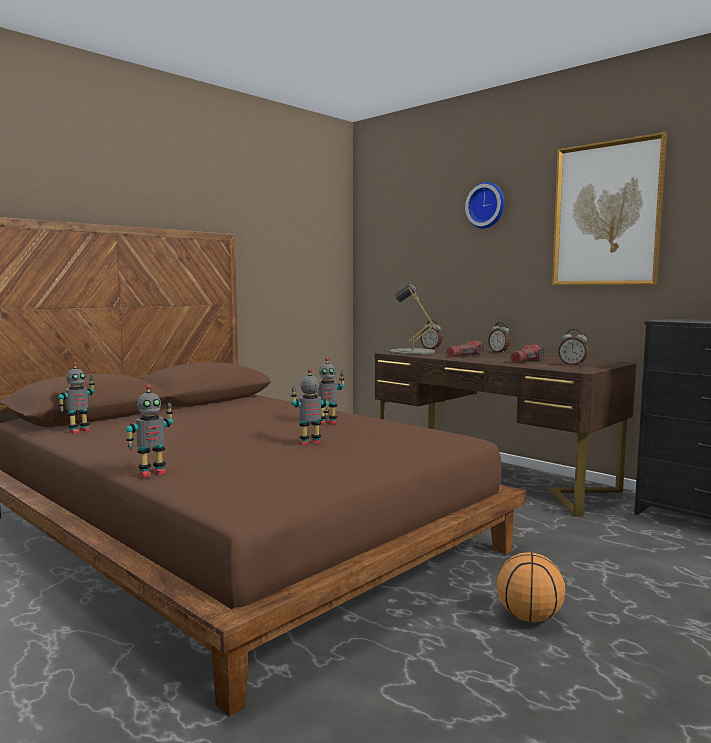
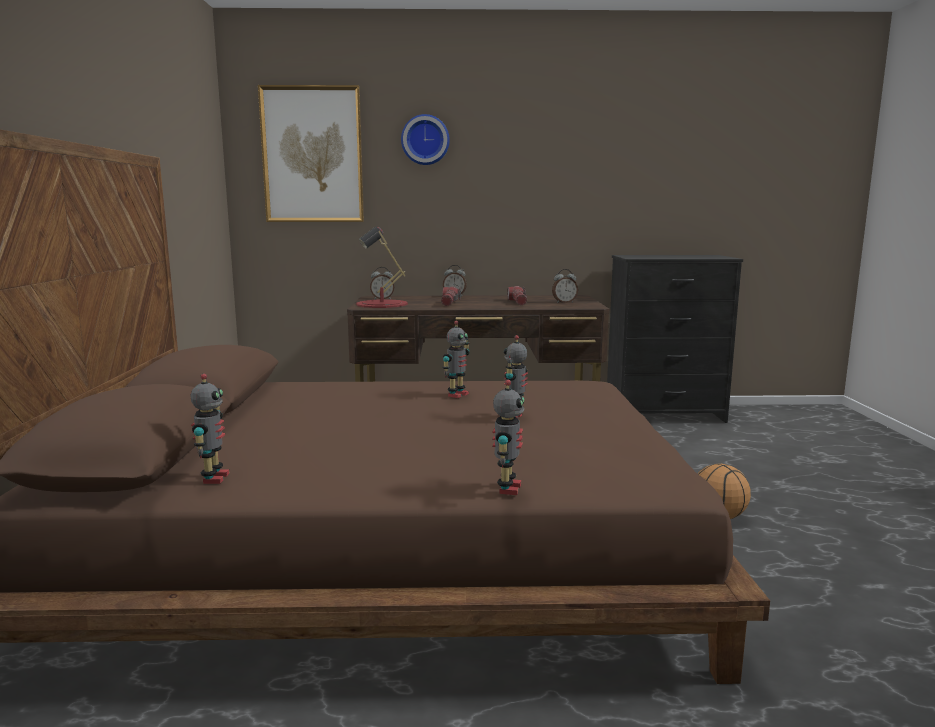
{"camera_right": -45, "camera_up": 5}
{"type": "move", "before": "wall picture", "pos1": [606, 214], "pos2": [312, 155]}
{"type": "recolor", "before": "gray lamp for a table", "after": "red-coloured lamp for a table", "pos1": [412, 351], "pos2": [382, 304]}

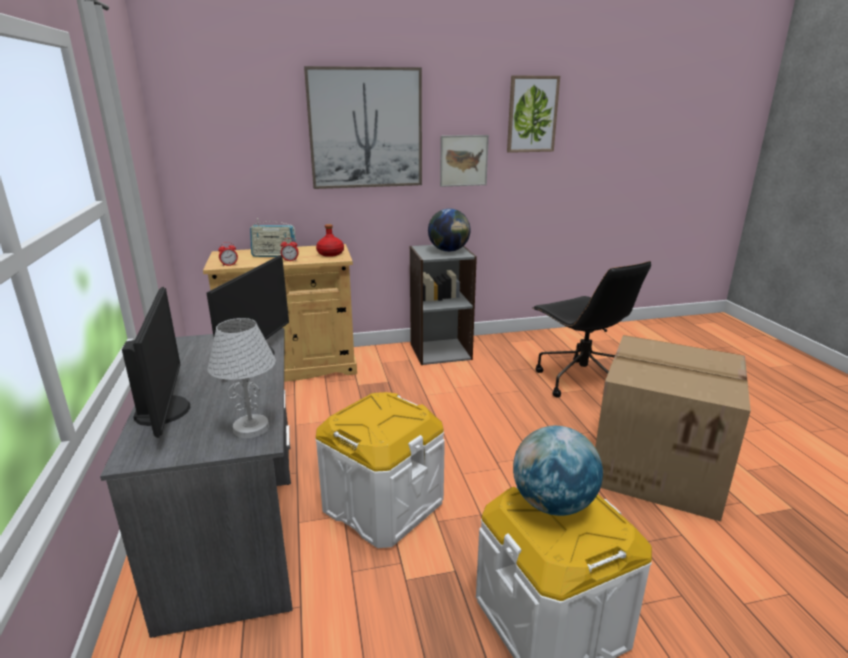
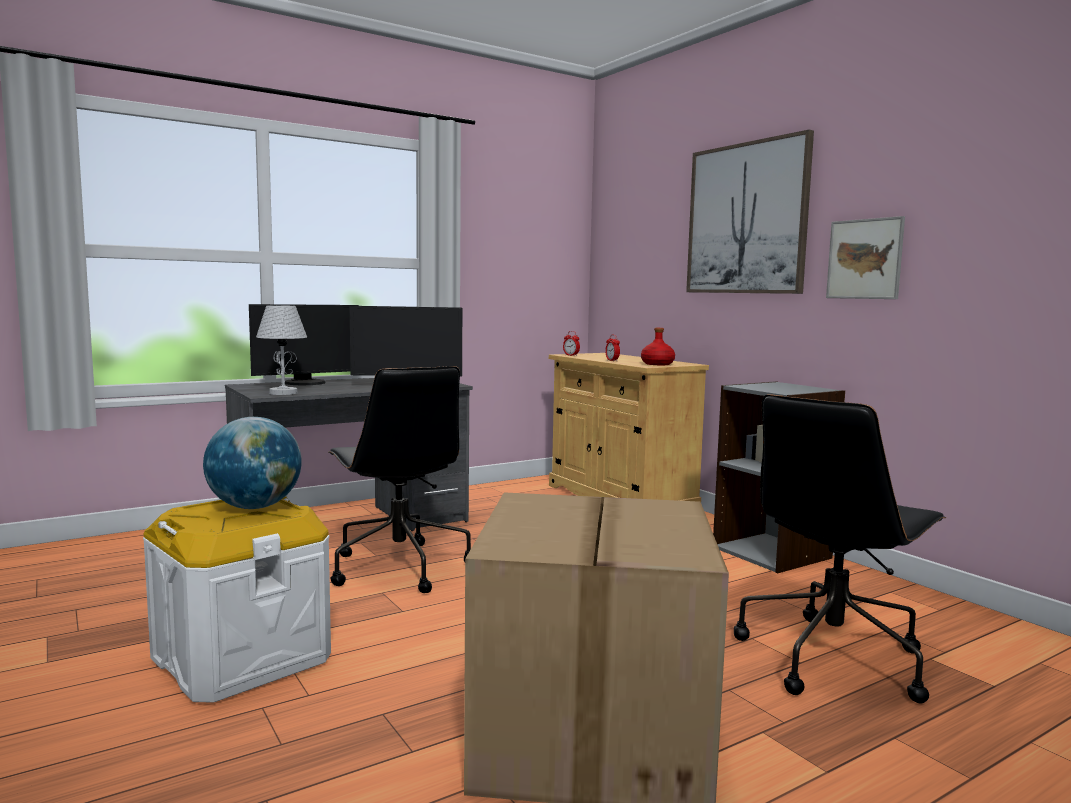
{"camera_right": 70, "camera_up": -15}
{"type": "replace", "before": "white-coloured storage bin", "after": "black office chair", "pos1": [383, 505], "pos2": [398, 567]}
{"type": "delete", "before": "radio receiver", "pos1": [275, 255]}
{"type": "delete", "before": "desk globe", "pos1": [449, 250]}
{"type": "delete", "before": "wall picture", "pos1": [532, 114]}

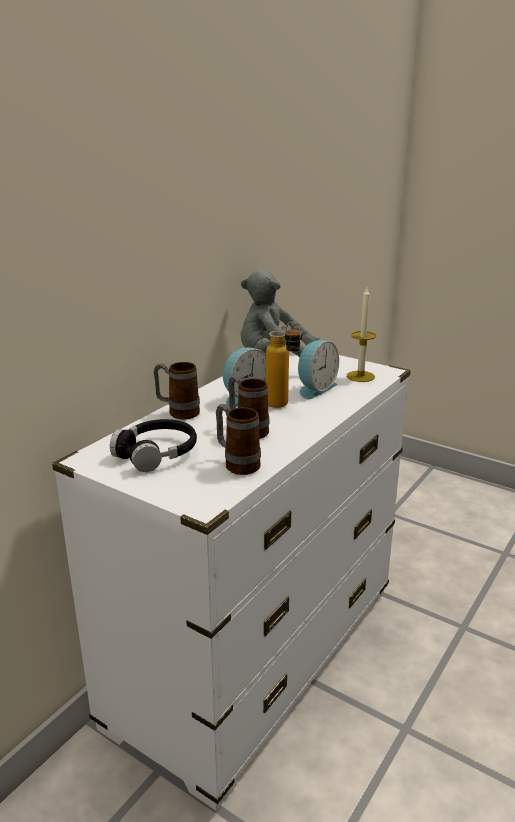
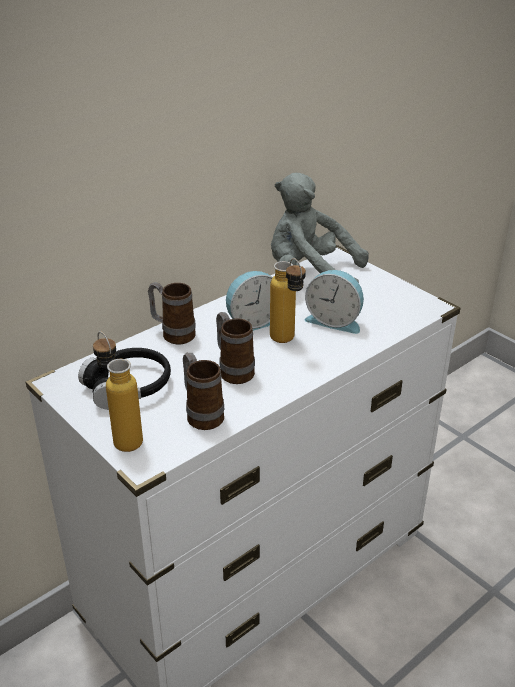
{"camera_right": 15, "camera_up": 10}
{"type": "insert", "after": "drink bottle", "pos2": [122, 436]}
{"type": "rotate", "before": "bedside clock", "pos1": [315, 388], "pos2": [334, 321], "turn": 60}
{"type": "delete", "before": "wax candle", "pos1": [360, 376]}

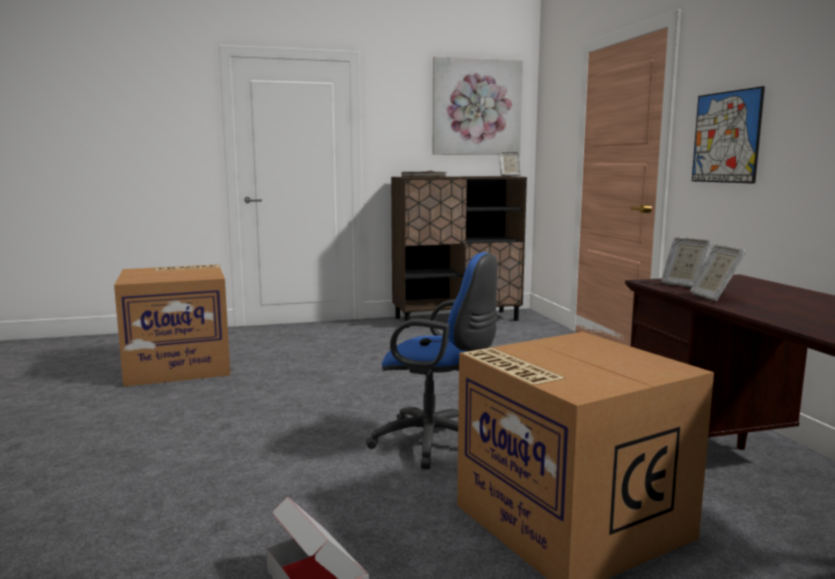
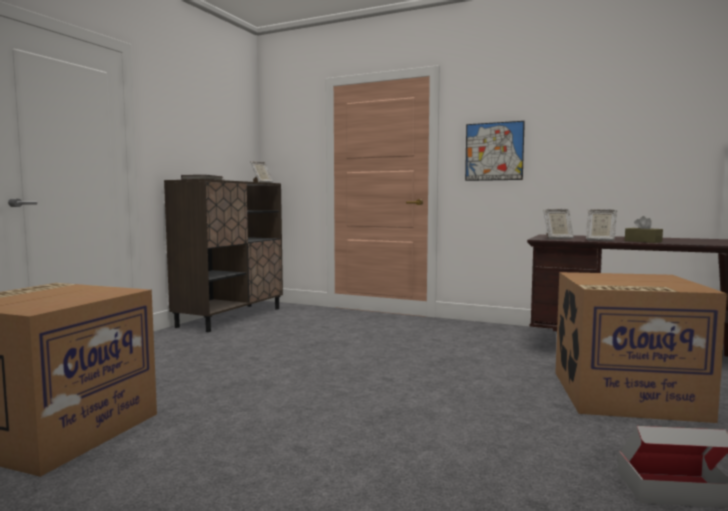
{"camera_right": -50, "camera_up": -5}
{"type": "insert", "after": "brown tissue holder", "pos2": [643, 241]}
{"type": "delete", "before": "bluish office chair", "pos1": [437, 443]}
{"type": "delete", "before": "wall picture", "pos1": [476, 107]}

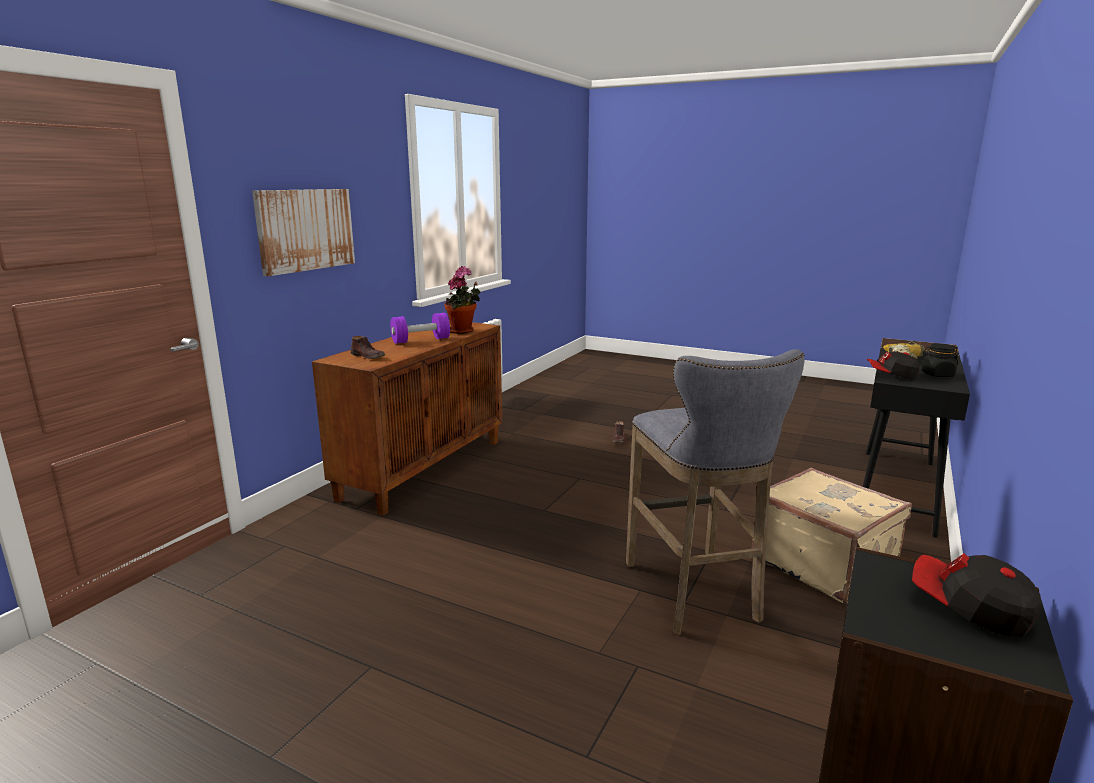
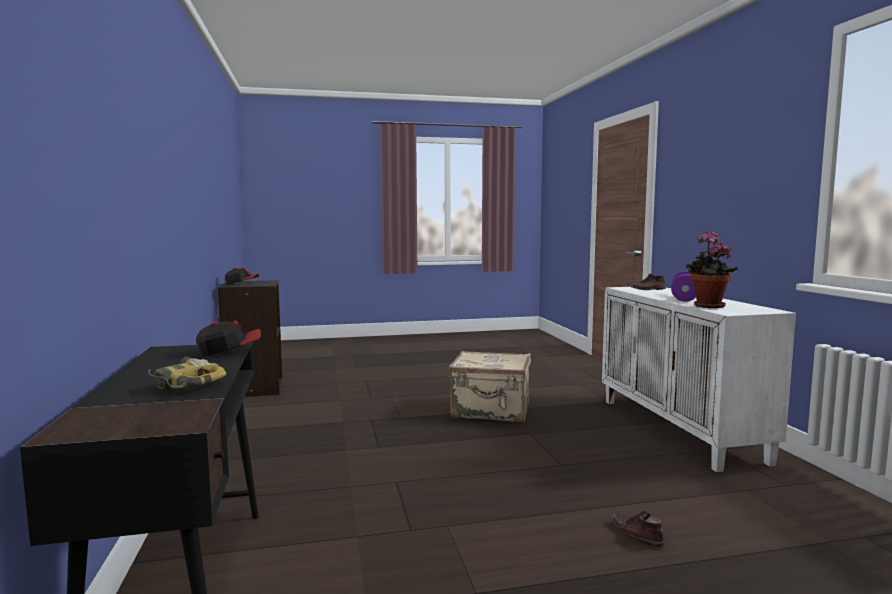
{"camera_right": 140, "camera_up": -10}
{"type": "move", "before": "beige piece of luggage", "pos1": [823, 564], "pos2": [491, 411]}
{"type": "recolor", "before": "brown cupboard", "after": "white-coloured cupboard", "pos1": [423, 468], "pos2": [680, 429]}
{"type": "delete", "before": "wall picture", "pos1": [305, 230]}
{"type": "delete", "before": "gray stool seat", "pos1": [695, 595]}
{"type": "delete", "before": "black storage jar", "pos1": [937, 374]}

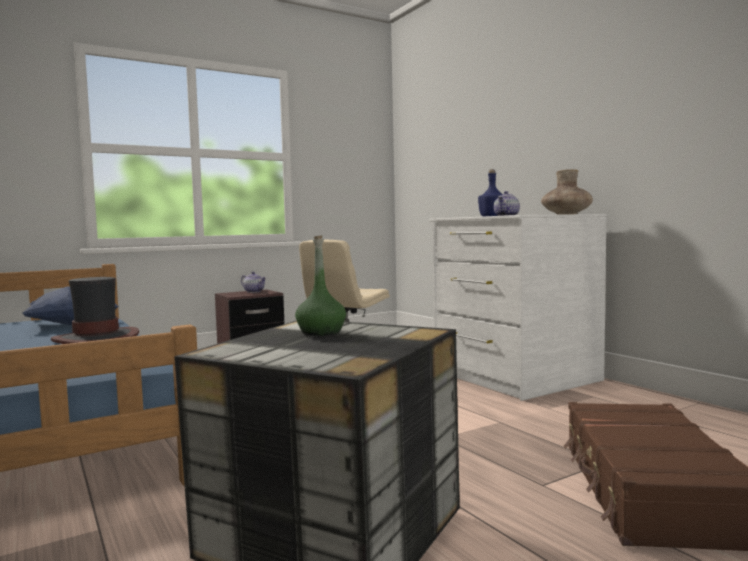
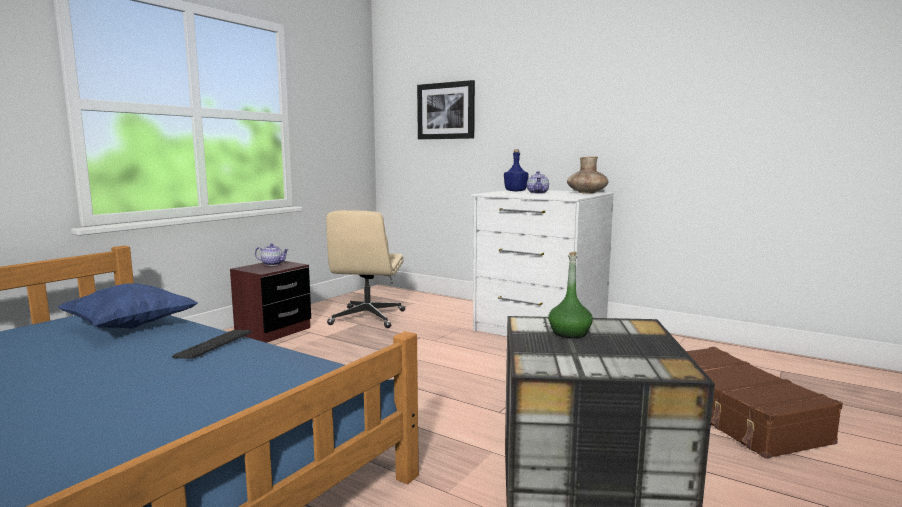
{"camera_right": -25, "camera_up": 5}
{"type": "replace", "before": "clothing hat", "after": "PC keyboard", "pos1": [96, 338], "pos2": [214, 345]}
{"type": "insert", "after": "wall picture", "pos2": [446, 111]}

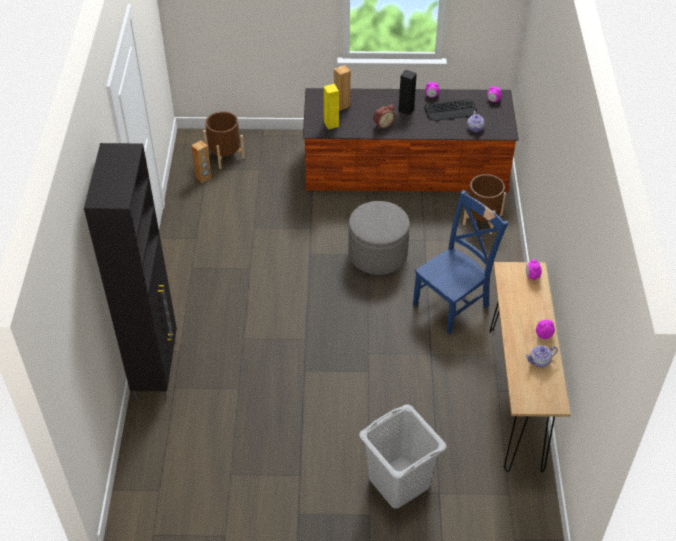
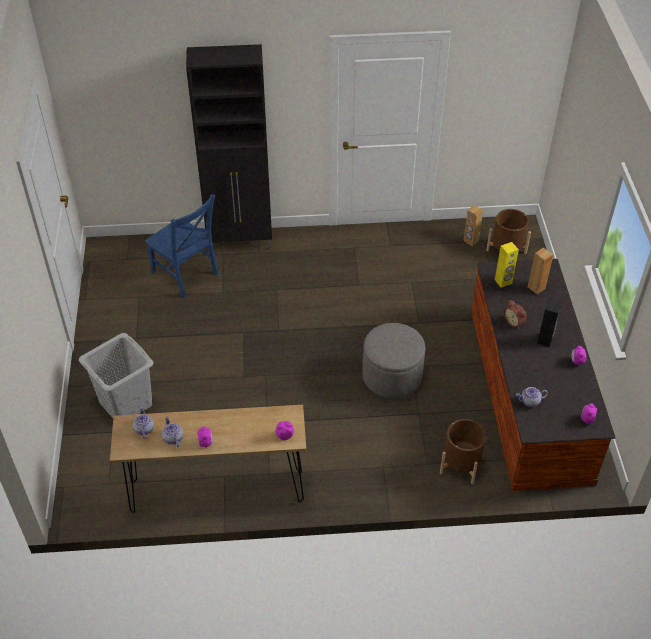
{"camera_right": 85, "camera_up": 0}
{"type": "insert", "after": "teapot", "pos2": [144, 429]}
{"type": "move", "before": "bluish chair", "pos1": [453, 303], "pos2": [186, 275]}
{"type": "delete", "before": "PC keyboard", "pos1": [450, 110]}

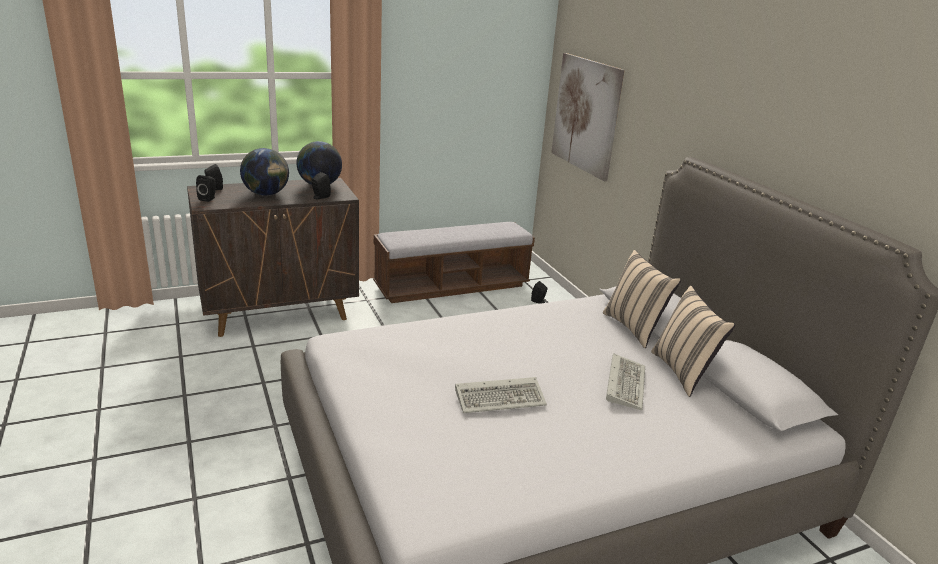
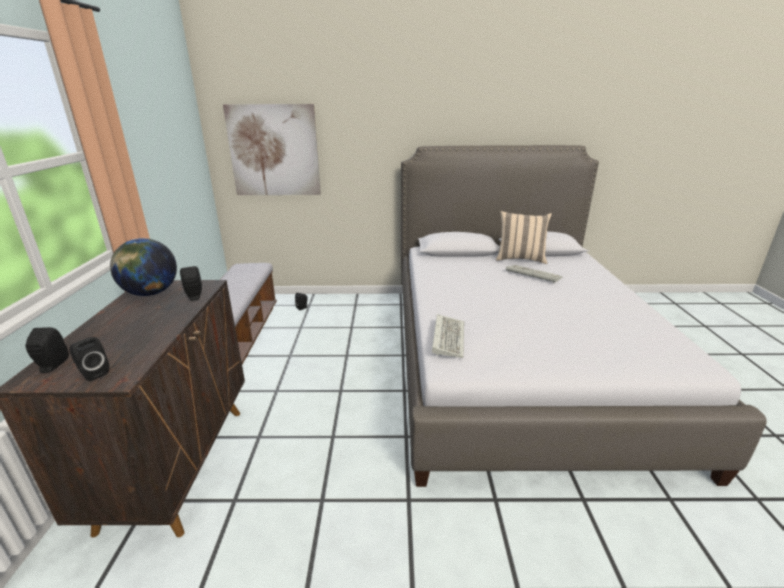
{"camera_right": -65, "camera_up": 0}
{"type": "move", "before": "PC keyboard", "pos1": [501, 398], "pos2": [447, 337]}
{"type": "delete", "before": "desk globe", "pos1": [266, 194]}
{"type": "delete", "before": "beige throw pillow", "pos1": [634, 328]}

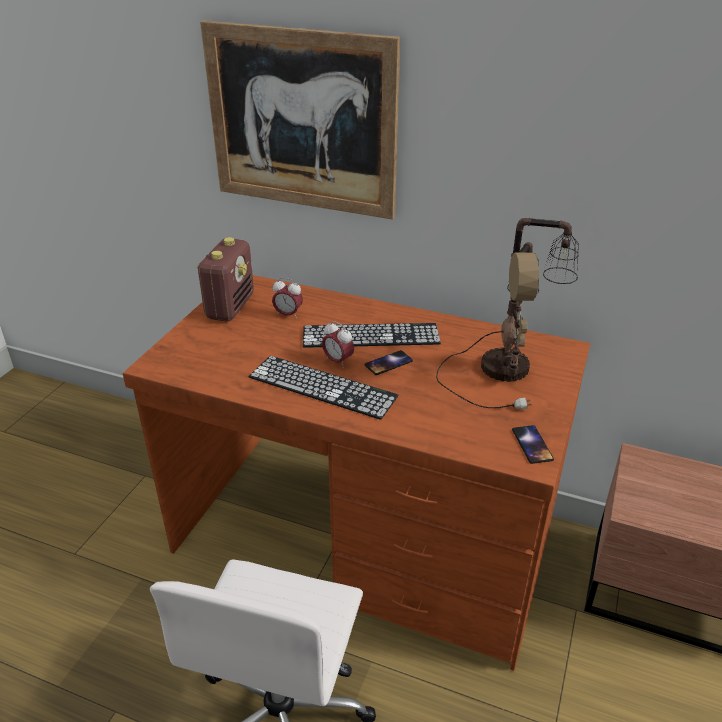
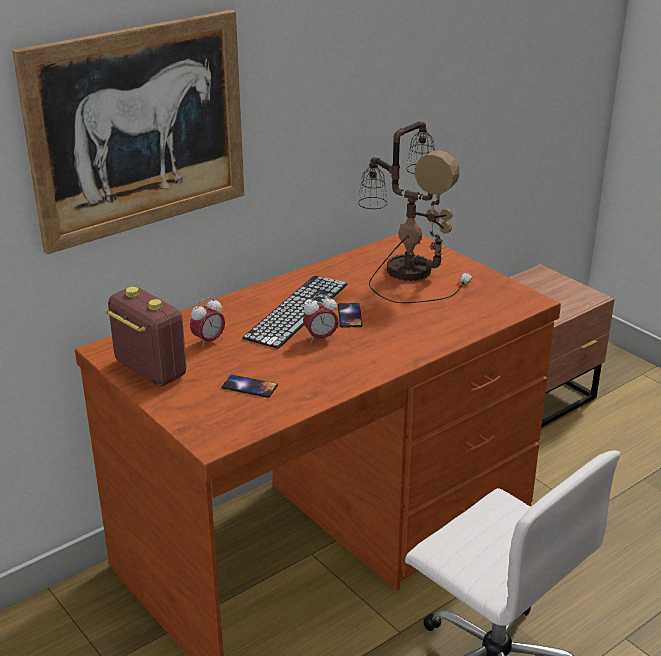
{"camera_right": -60, "camera_up": -5}
{"type": "move", "before": "handset", "pos1": [532, 444], "pos2": [249, 386]}
{"type": "delete", "before": "PC keyboard", "pos1": [322, 386]}

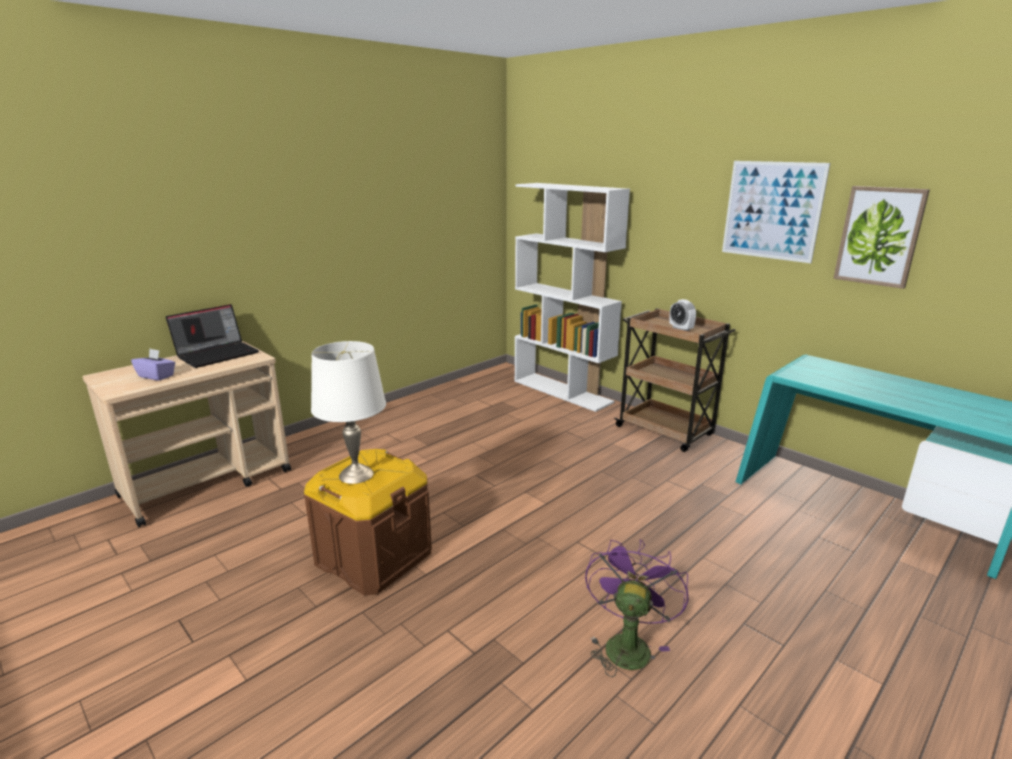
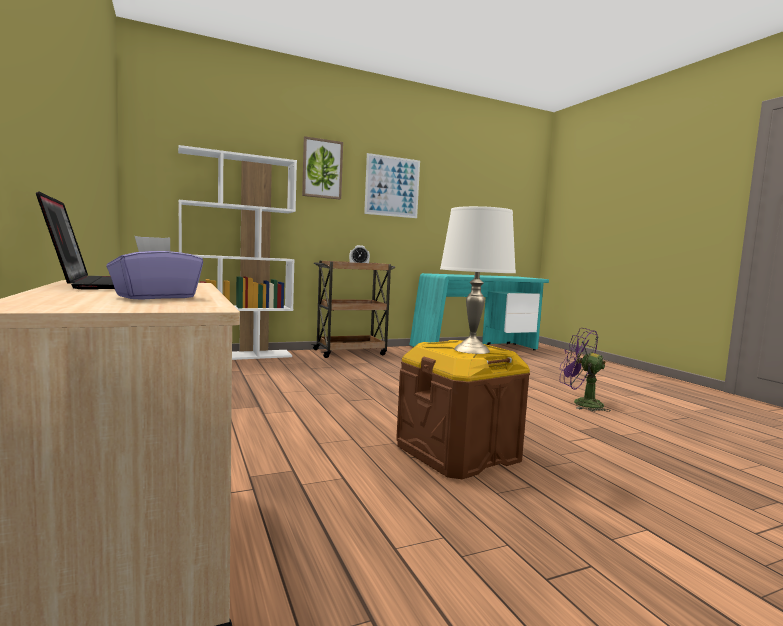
{"camera_right": -70, "camera_up": -15}
{"type": "move", "before": "wall picture", "pos1": [879, 236], "pos2": [322, 169]}

